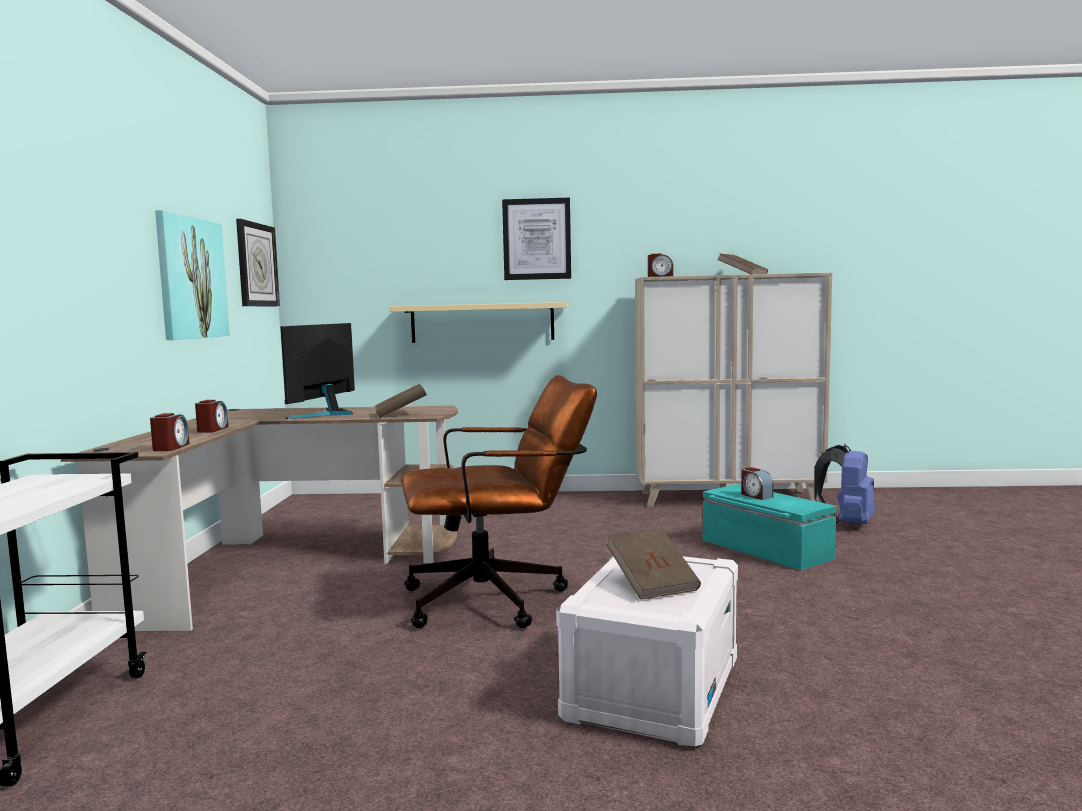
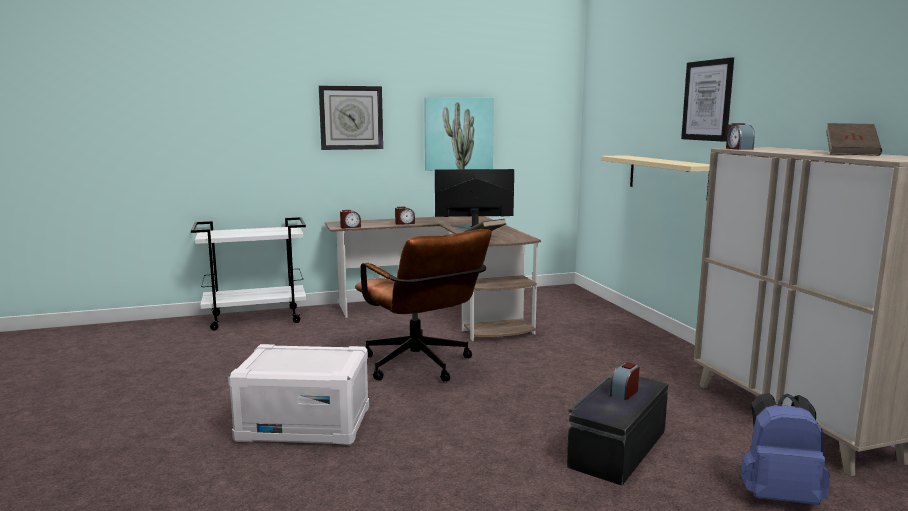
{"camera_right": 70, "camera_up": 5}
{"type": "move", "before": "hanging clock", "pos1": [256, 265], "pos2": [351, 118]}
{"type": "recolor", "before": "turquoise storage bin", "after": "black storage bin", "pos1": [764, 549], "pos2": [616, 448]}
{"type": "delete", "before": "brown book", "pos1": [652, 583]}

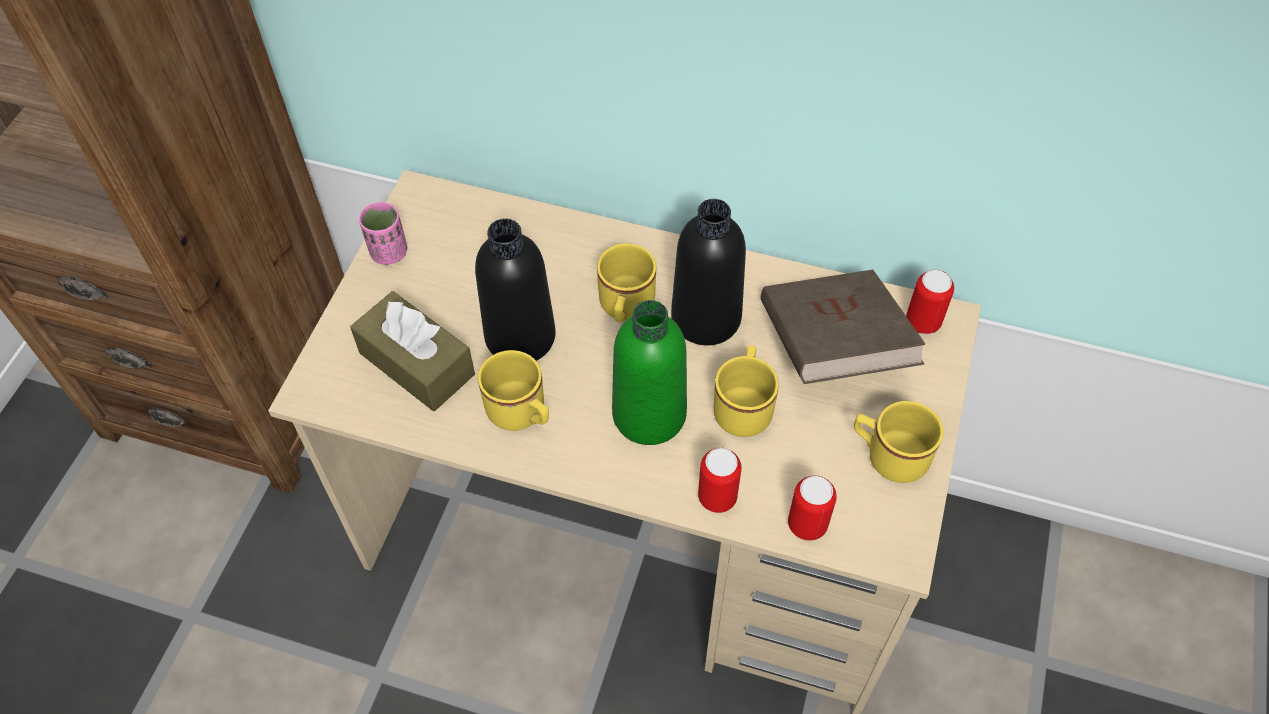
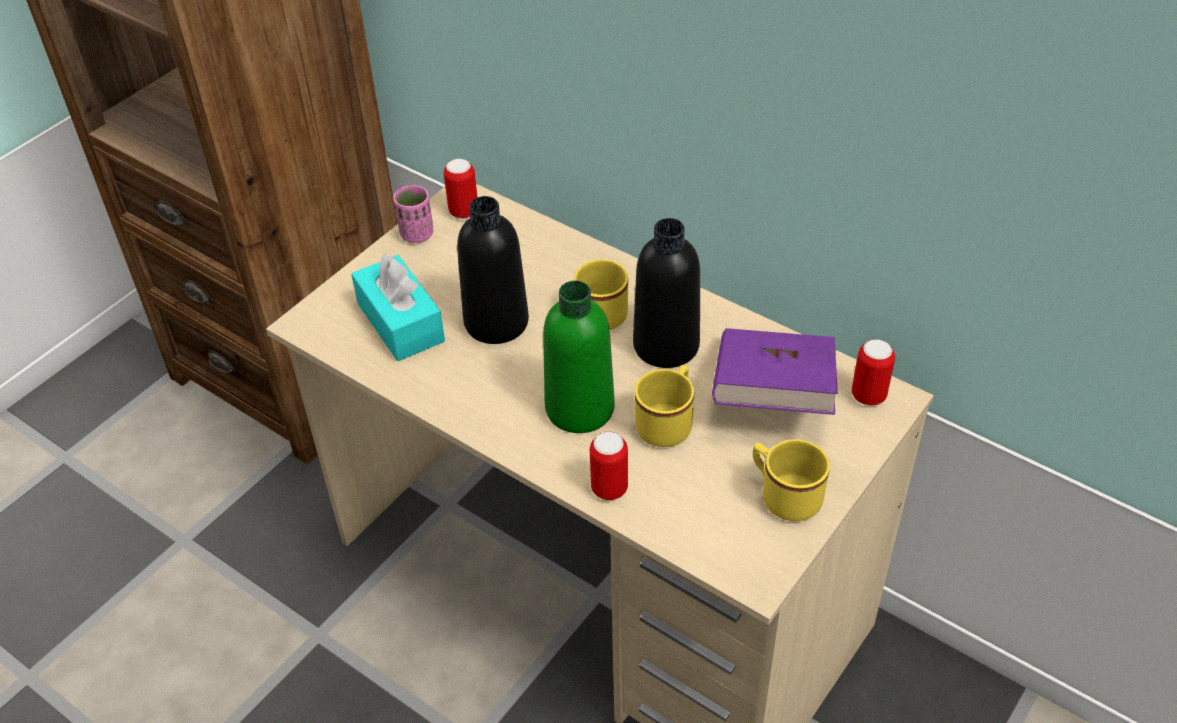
{"camera_right": 20, "camera_up": -10}
{"type": "recolor", "before": "brown tissue holder", "after": "turquoise tissue holder", "pos1": [417, 363], "pos2": [400, 322]}
{"type": "move", "before": "can", "pos1": [807, 525], "pos2": [464, 212]}
{"type": "recolor", "before": "brown book", "after": "purplish book", "pos1": [832, 348], "pos2": [772, 396]}
{"type": "delete", "before": "yellowish coffee mug", "pos1": [522, 414]}

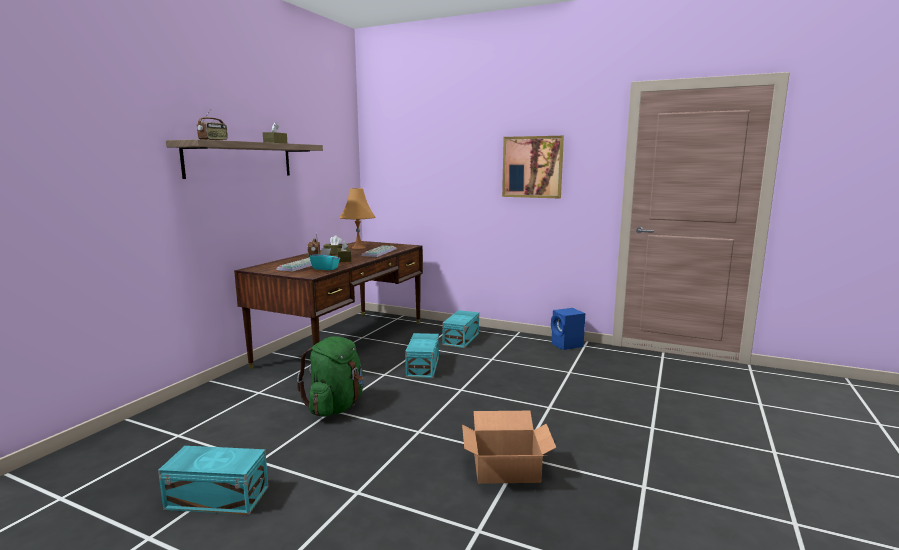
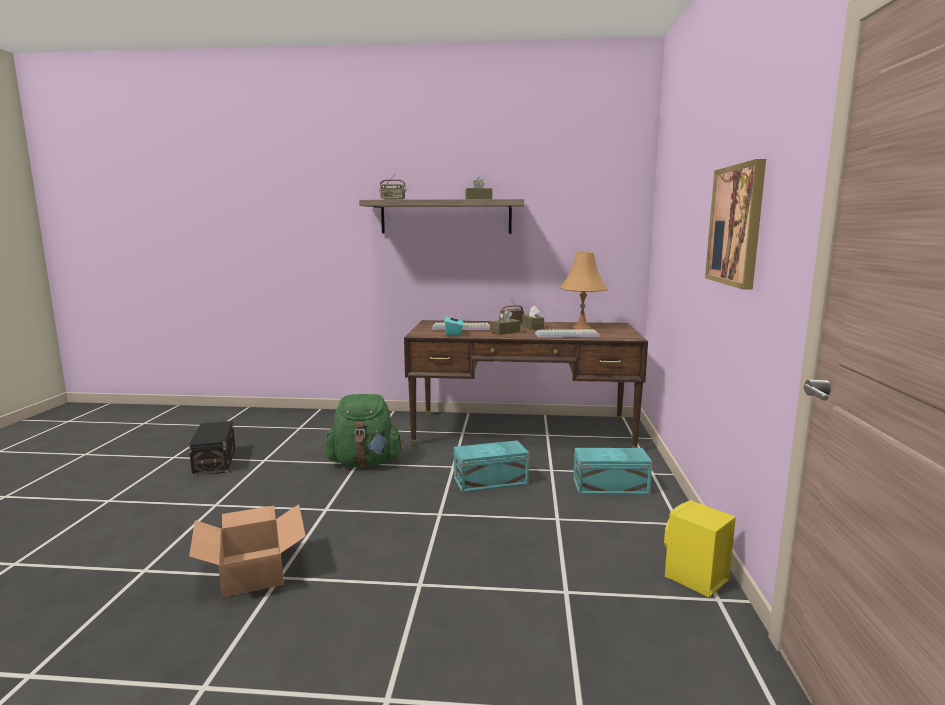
{"camera_right": 70, "camera_up": 0}
{"type": "recolor", "before": "turquoise storage bin", "after": "black storage bin", "pos1": [217, 497], "pos2": [216, 461]}
{"type": "recolor", "before": "bluish speaker", "after": "yellowish speaker", "pos1": [567, 345], "pos2": [694, 579]}

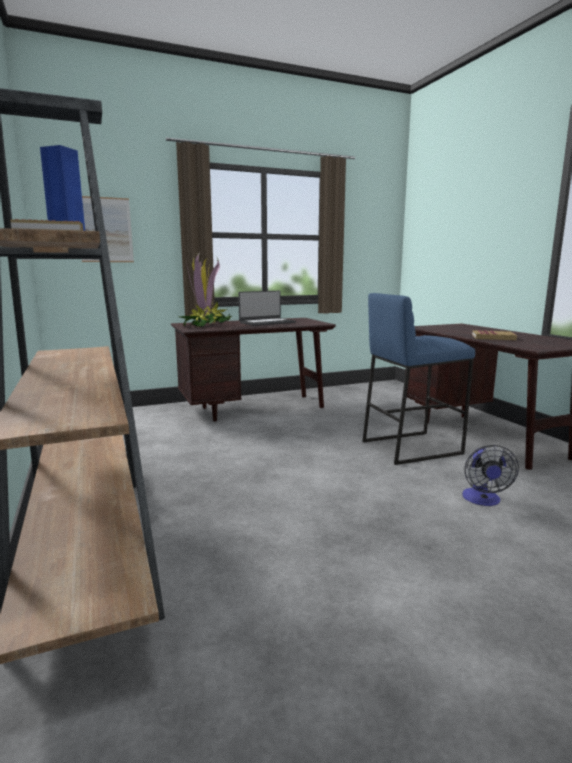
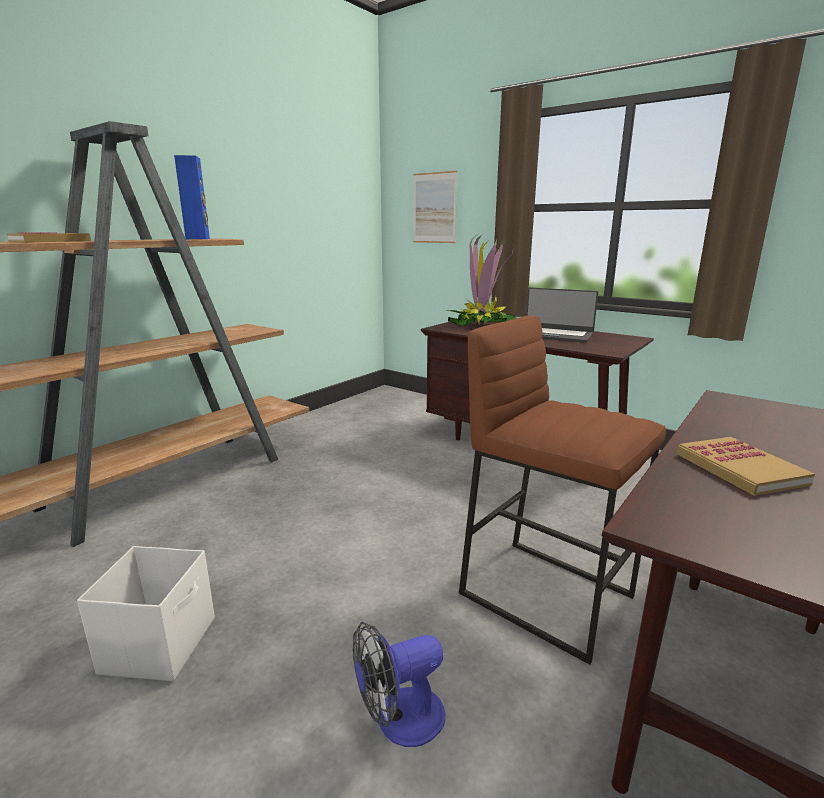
{"camera_right": 60, "camera_up": 5}
{"type": "insert", "after": "white-coloured storage bin", "pos2": [161, 644]}
{"type": "recolor", "before": "bluish stool seat", "after": "brown stool seat", "pos1": [411, 447], "pos2": [547, 594]}

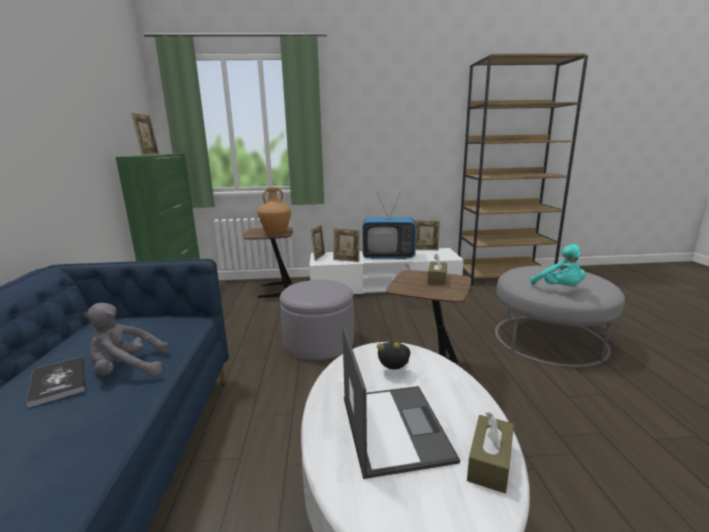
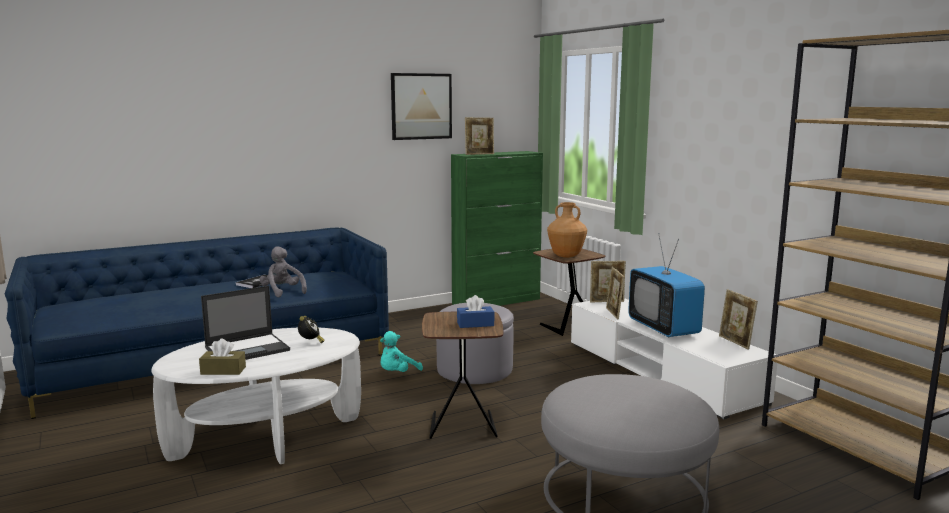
{"camera_right": 65, "camera_up": -5}
{"type": "move", "before": "turquoise cuddly toy", "pos1": [560, 289], "pos2": [397, 373]}
{"type": "insert", "after": "wall picture", "pos2": [421, 106]}
{"type": "recolor", "before": "brown tissue holder", "after": "bluish tissue holder", "pos1": [437, 279], "pos2": [475, 324]}

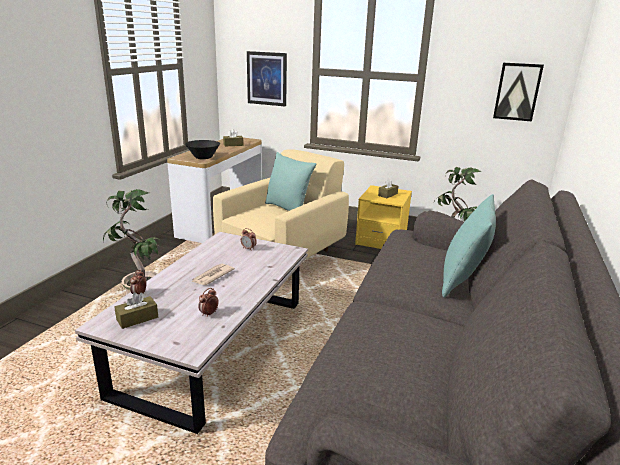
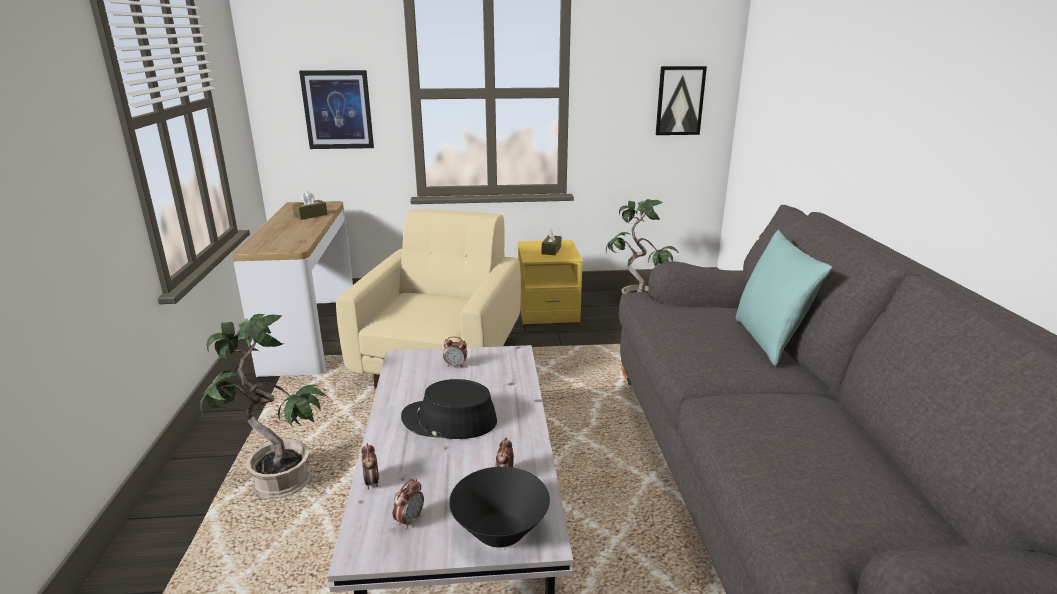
{"camera_right": -25, "camera_up": 0}
{"type": "replace", "before": "brown tissue holder", "after": "bedside clock", "pos1": [137, 318], "pos2": [410, 520]}
{"type": "replace", "before": "newspaper", "after": "black clothing hat", "pos1": [212, 276], "pos2": [449, 420]}
{"type": "move", "before": "black serving bowl", "pos1": [203, 157], "pos2": [500, 531]}
{"type": "delete", "before": "turquoise throw pillow", "pos1": [288, 208]}

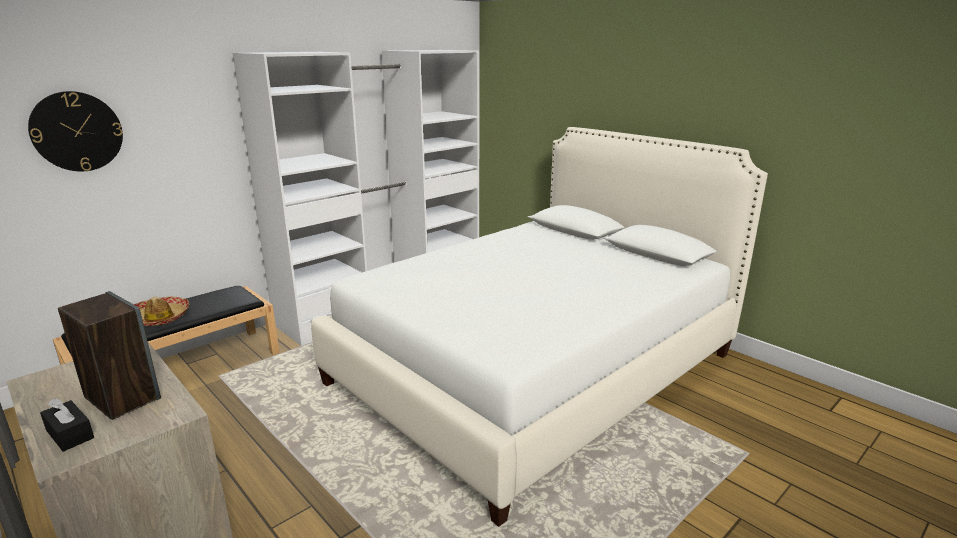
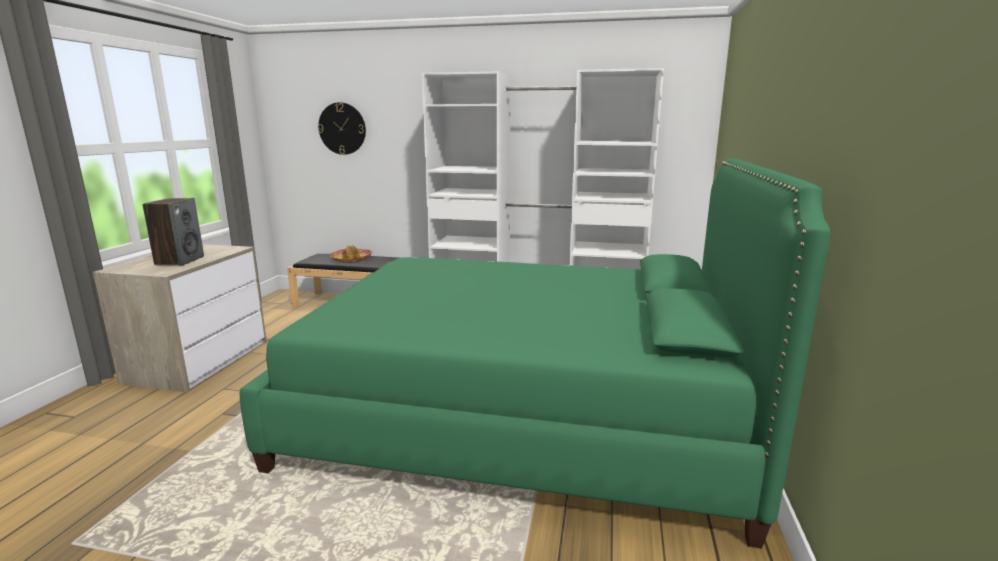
{"camera_right": 55, "camera_up": -5}
{"type": "recolor", "before": "white-coloured bed", "after": "green bed", "pos1": [535, 368], "pos2": [520, 414]}
{"type": "delete", "before": "black tissue holder", "pos1": [70, 434]}

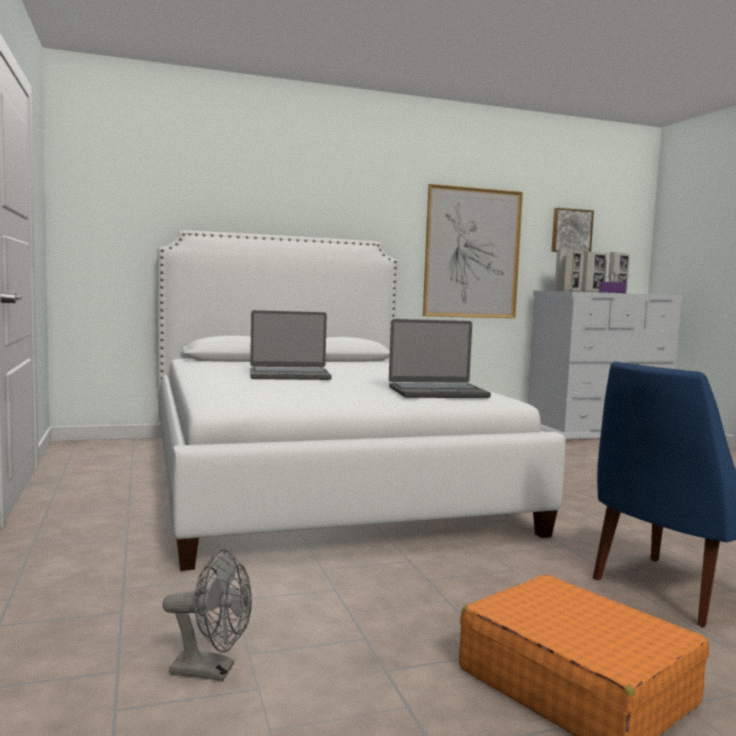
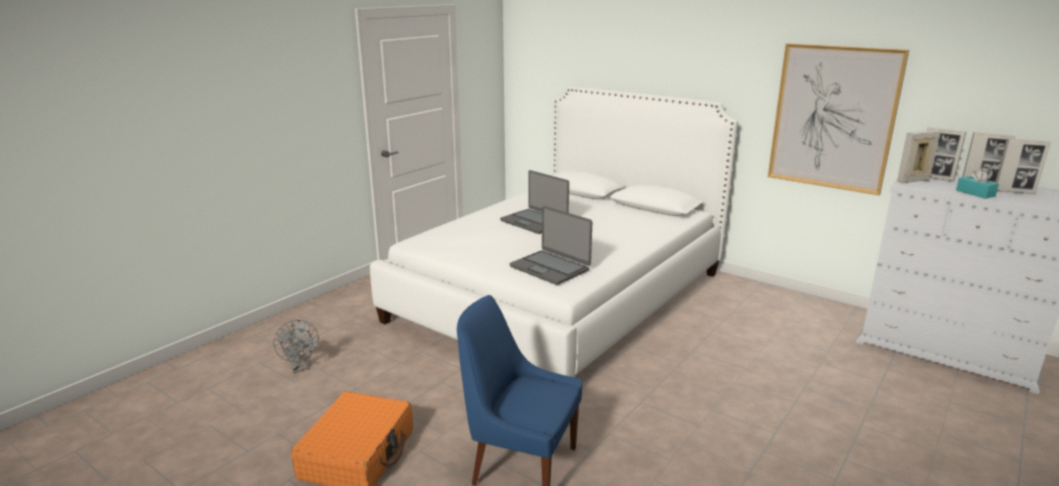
{"camera_right": 55, "camera_up": 15}
{"type": "recolor", "before": "purplish tissue holder", "after": "turquoise tissue holder", "pos1": [612, 292], "pos2": [975, 193]}
{"type": "delete", "before": "wall picture", "pos1": [571, 231]}

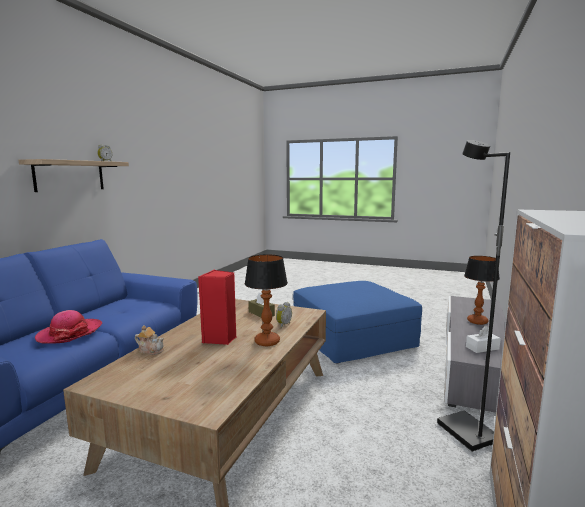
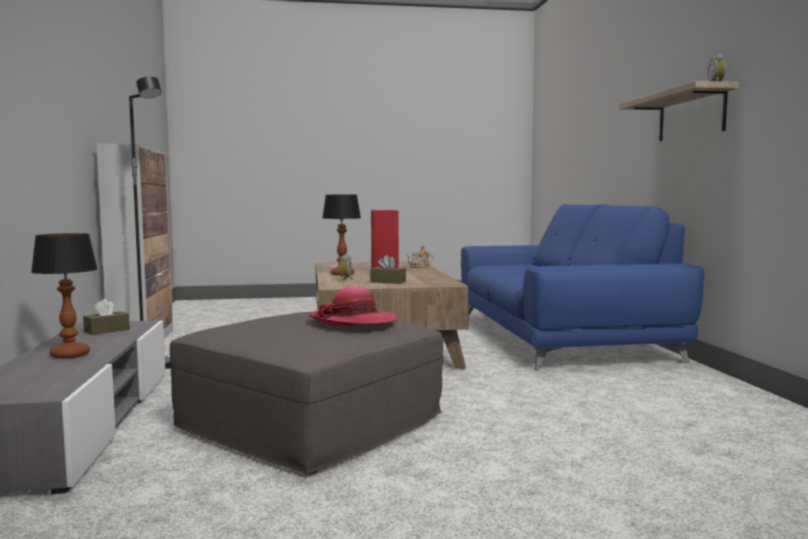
{"camera_right": 150, "camera_up": -5}
{"type": "recolor", "before": "white-coloured tissue holder", "after": "brown tissue holder", "pos1": [482, 348], "pos2": [107, 330]}
{"type": "recolor", "before": "bluish ottoman", "after": "gray ottoman", "pos1": [352, 337], "pos2": [312, 422]}
{"type": "move", "before": "clothing hat", "pos1": [70, 333], "pos2": [354, 321]}

